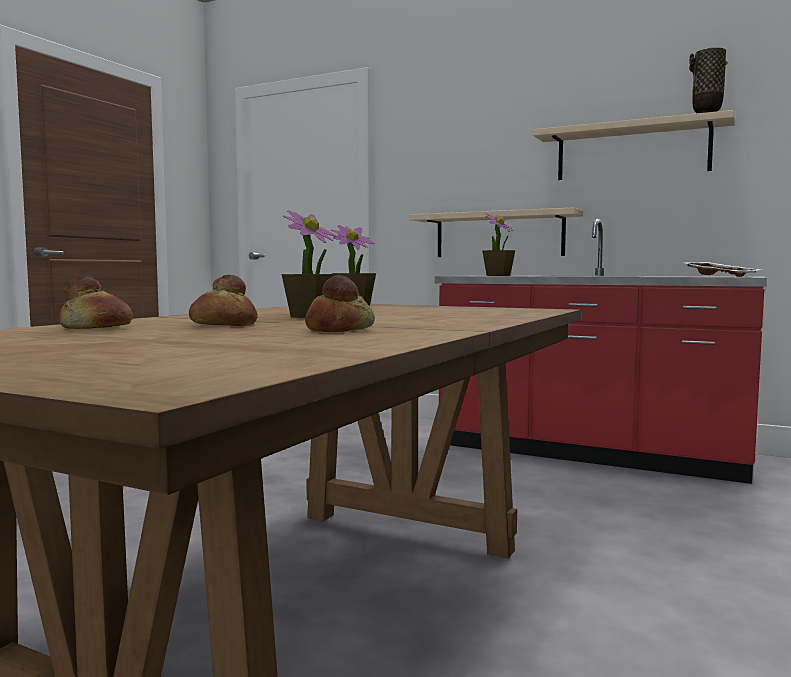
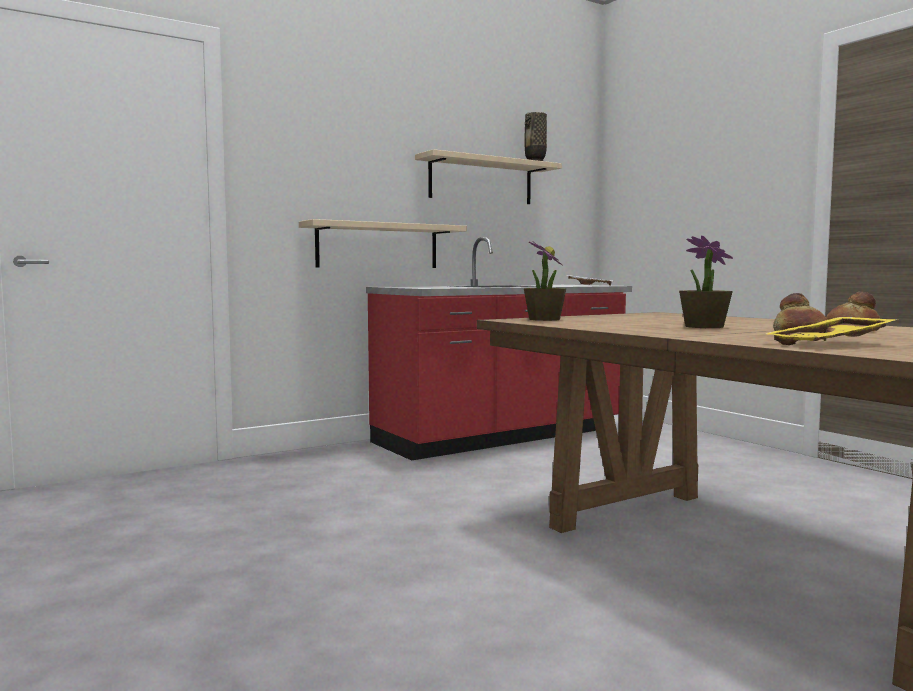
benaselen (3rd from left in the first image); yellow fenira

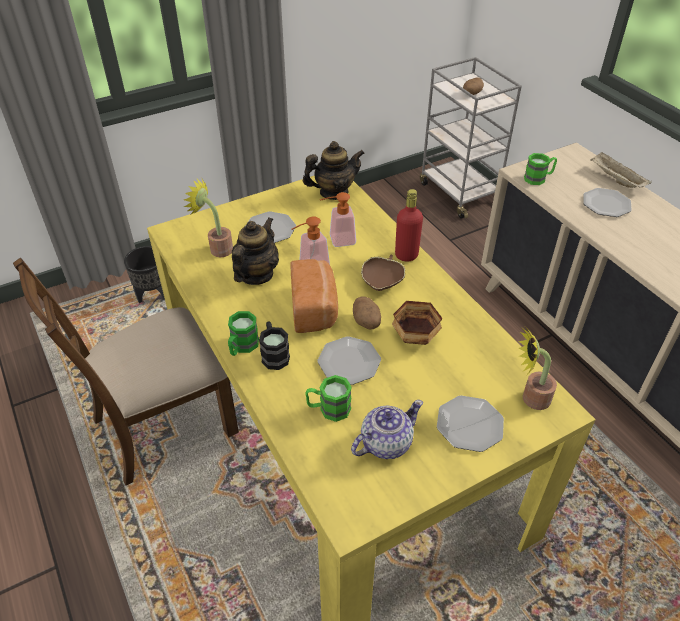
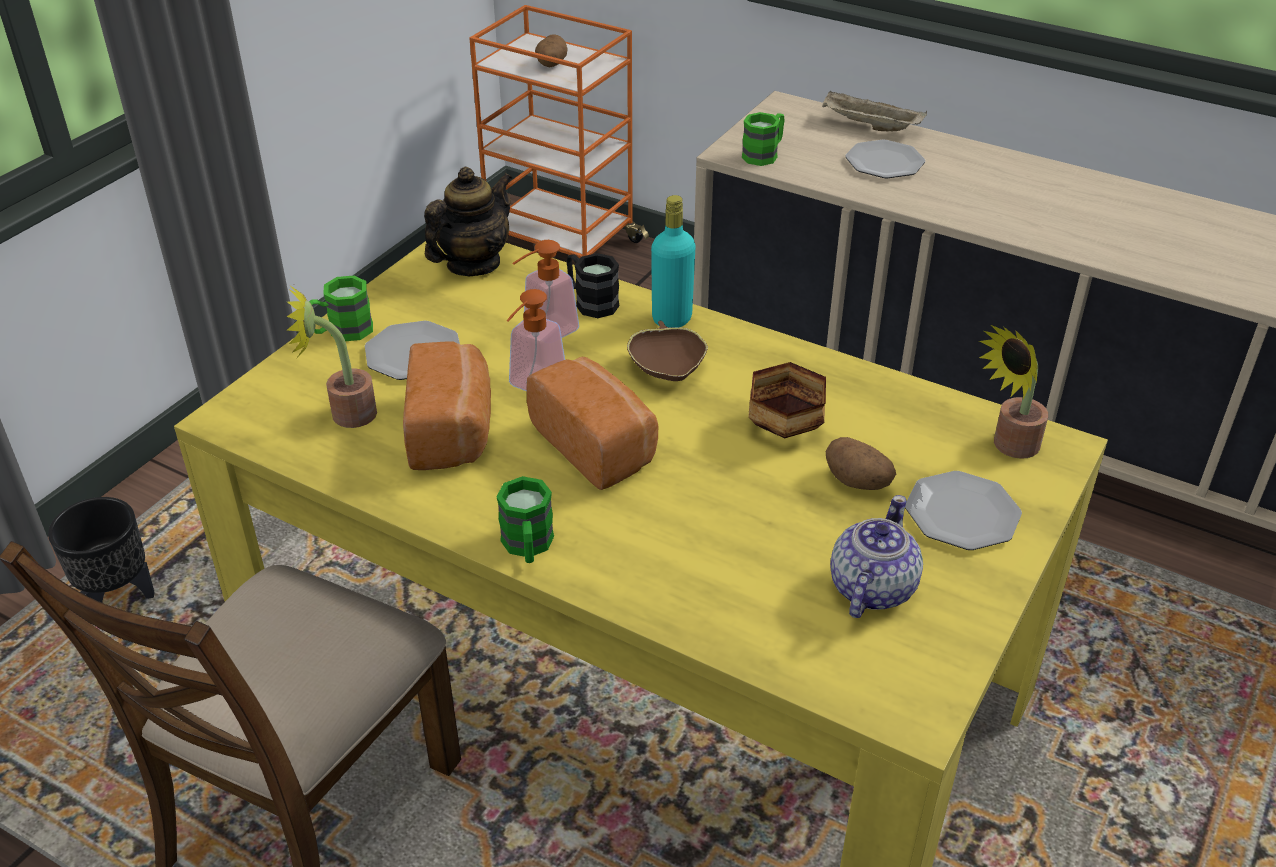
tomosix (2nd from left in the first image); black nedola; green nedola (1st from left); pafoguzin (2nd from left); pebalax (1st from left); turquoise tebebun; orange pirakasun

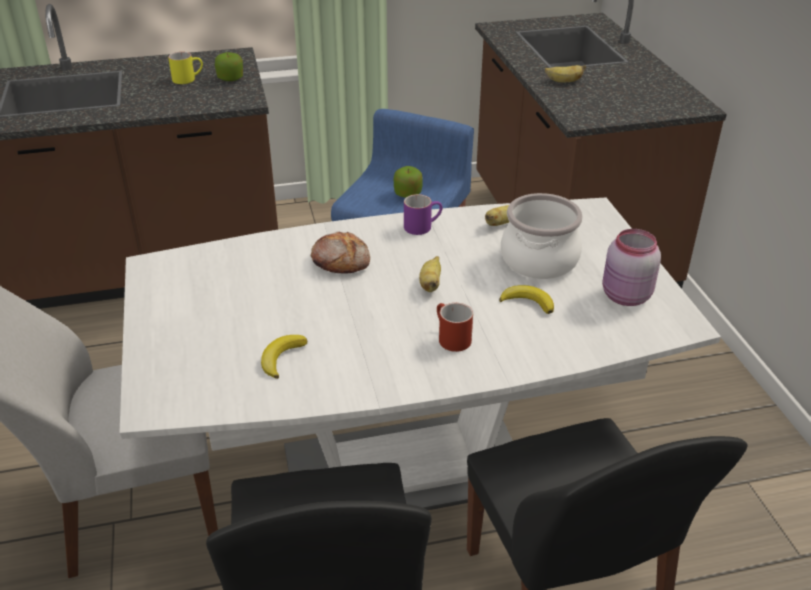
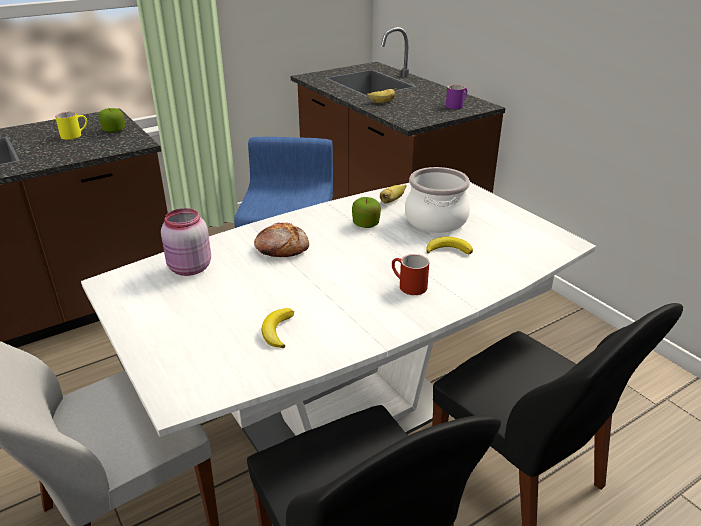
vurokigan (2nd from left in the first image); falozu (2nd from left); purple nedola; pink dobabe

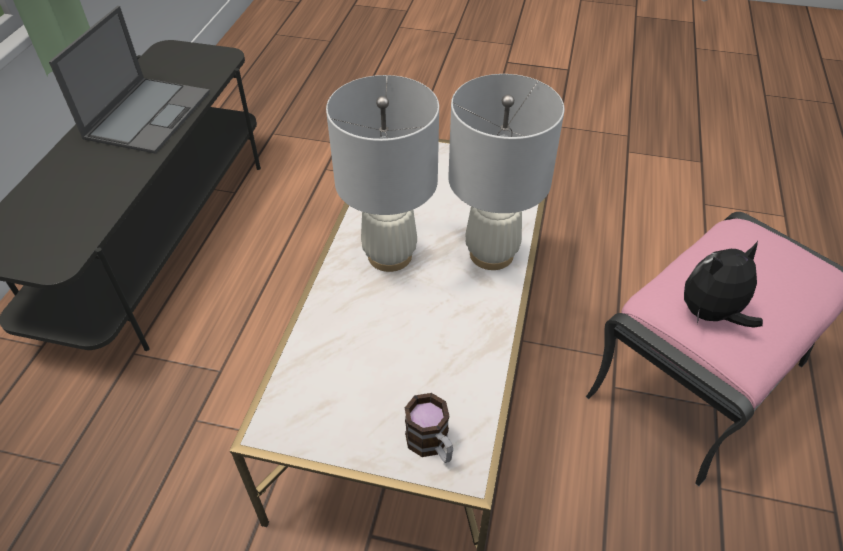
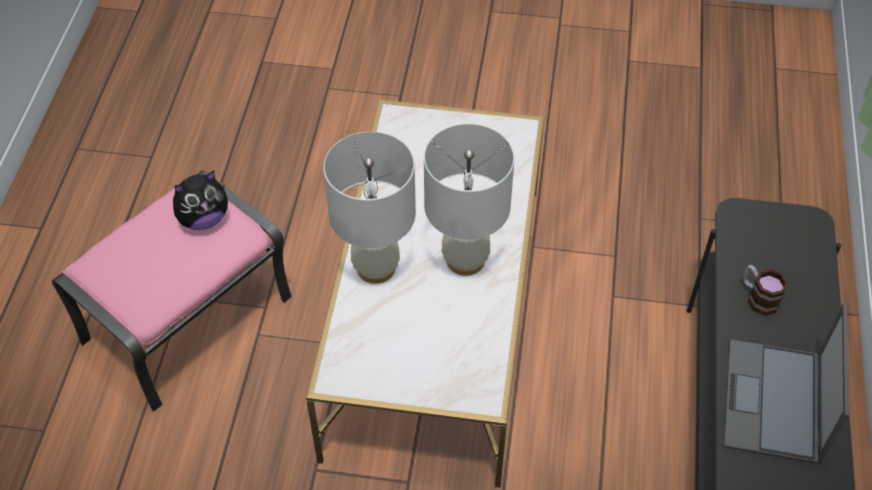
nedola

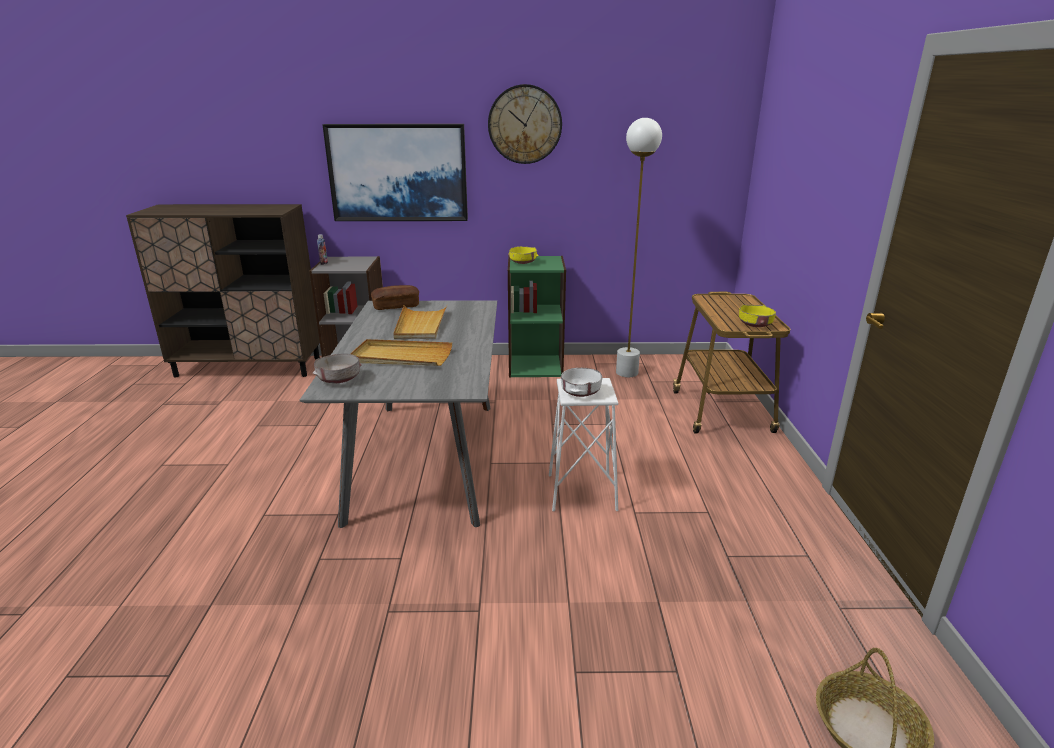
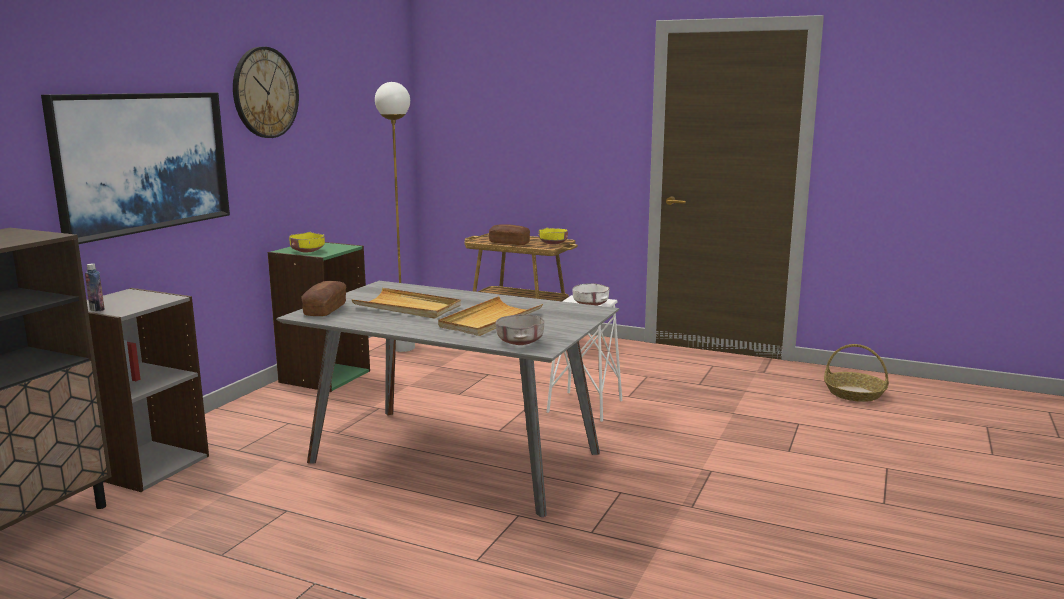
pebalax (2nd from left)

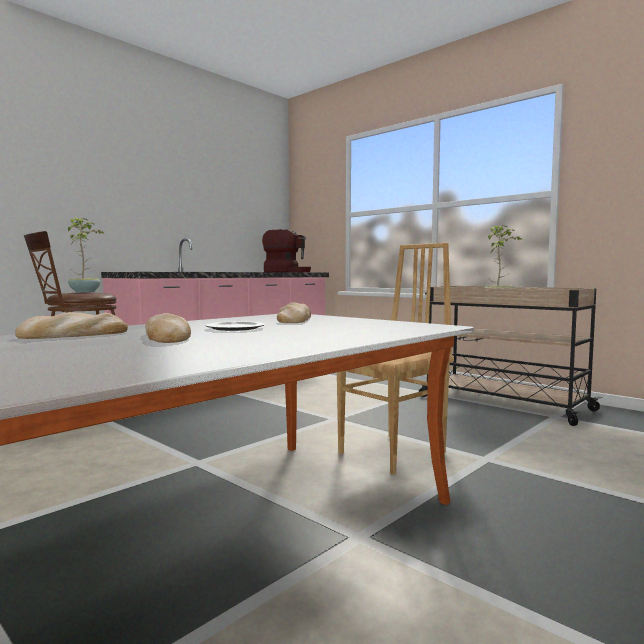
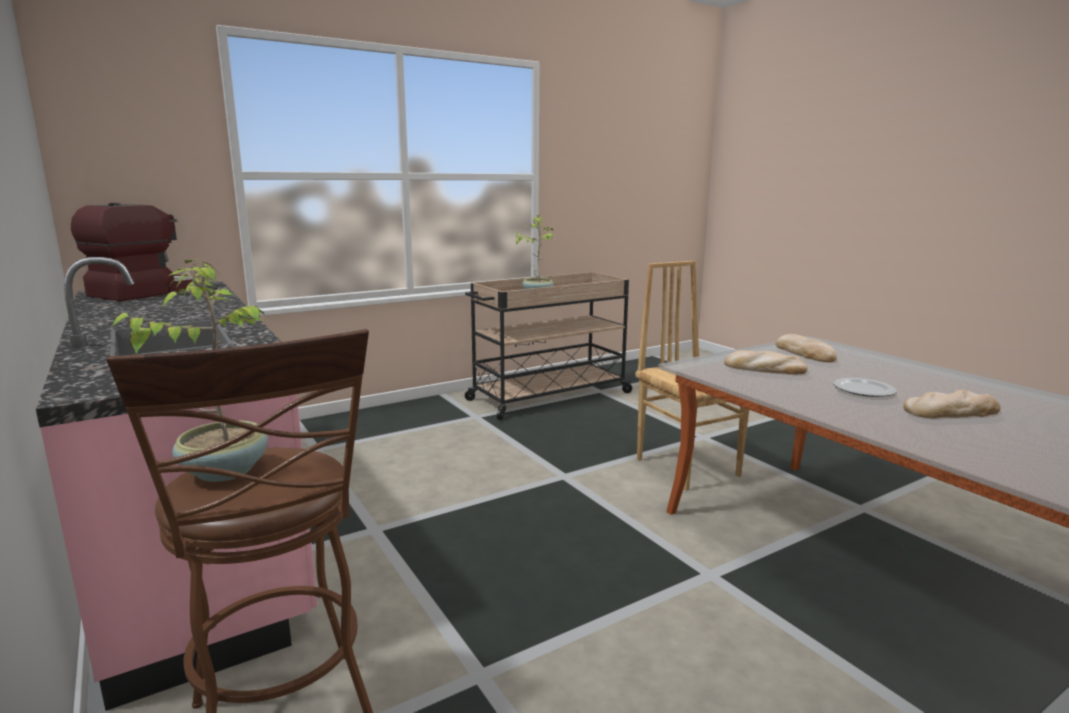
pebalax (2nd from left)

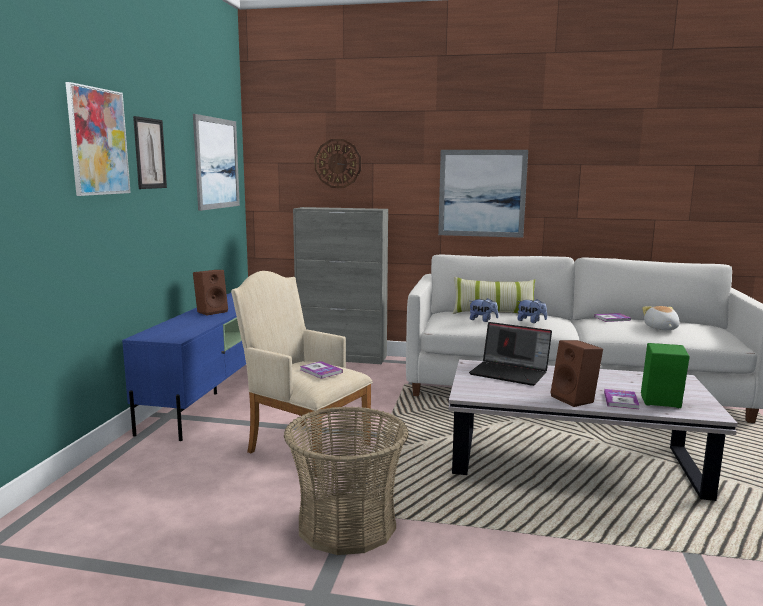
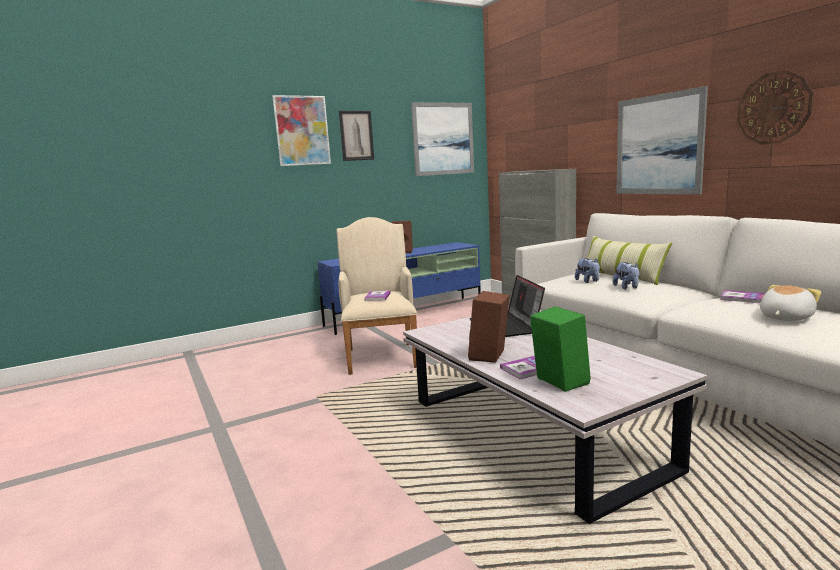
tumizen; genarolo

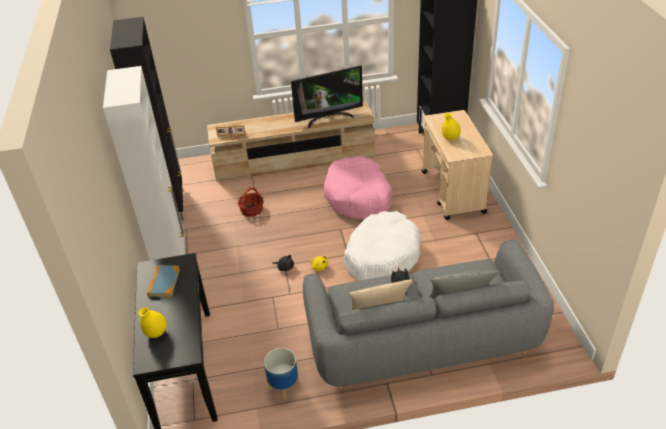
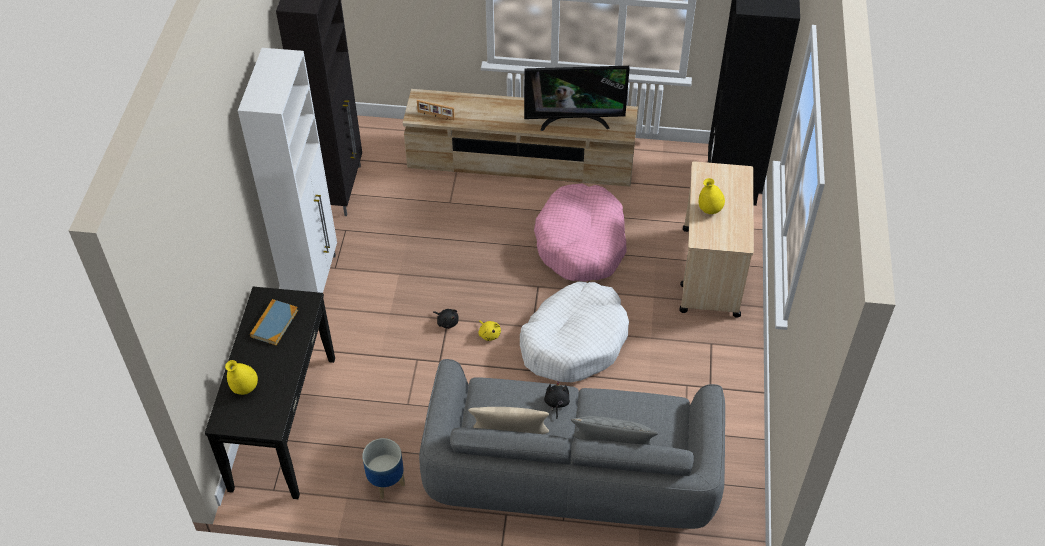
tumizen

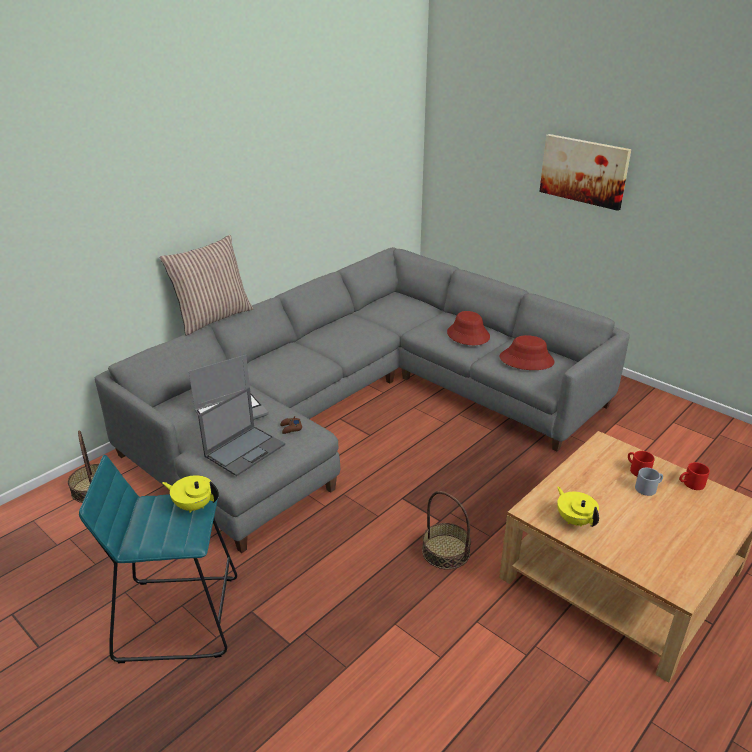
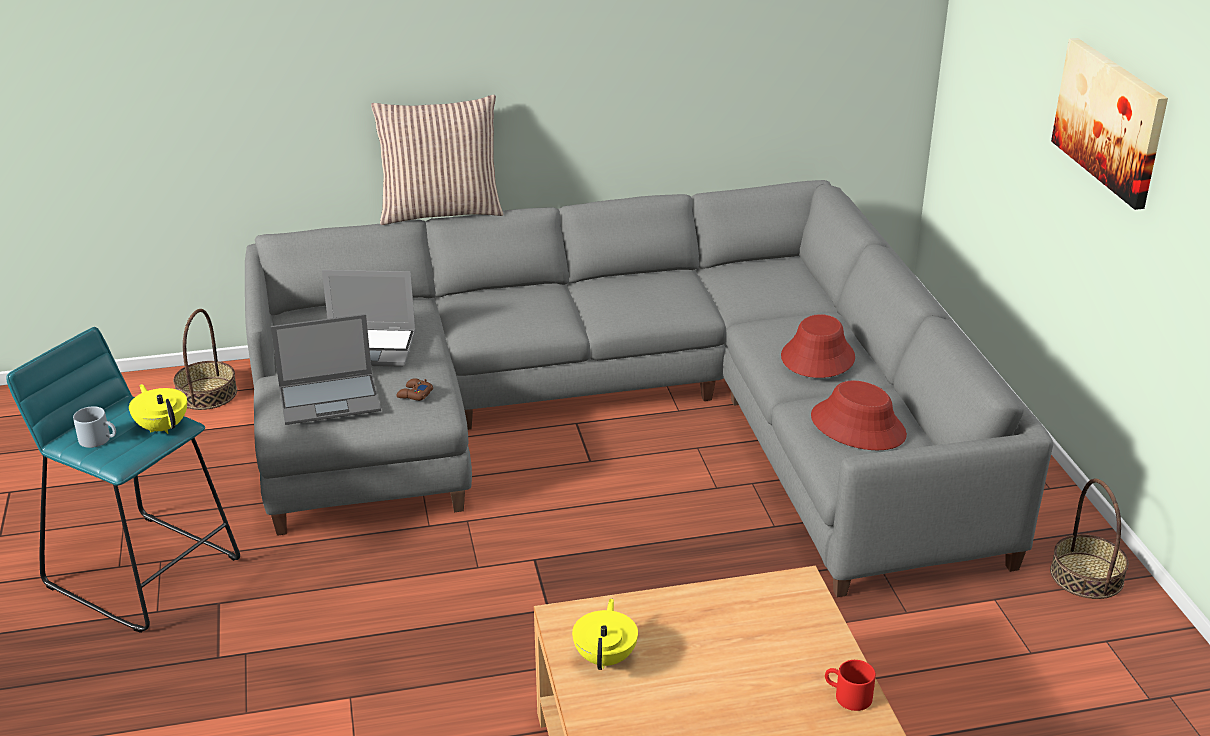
red nedola (1st from left in the first image); tumizen (2nd from left); grey nedola

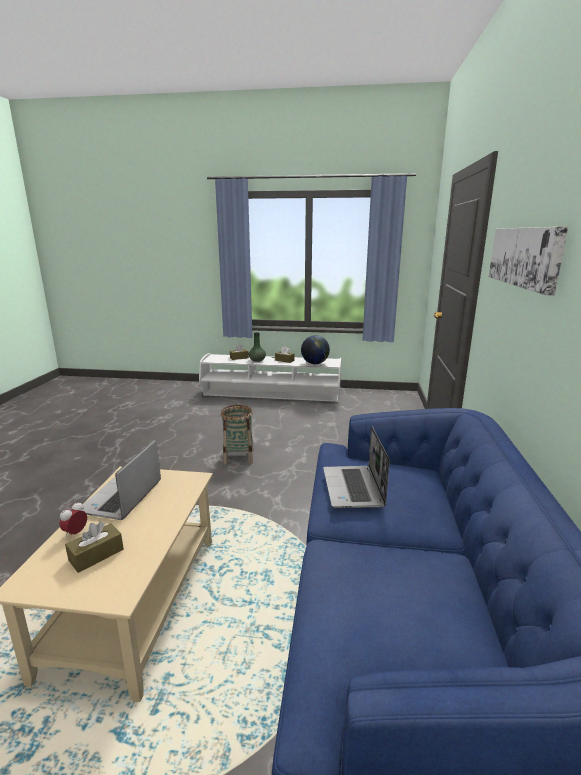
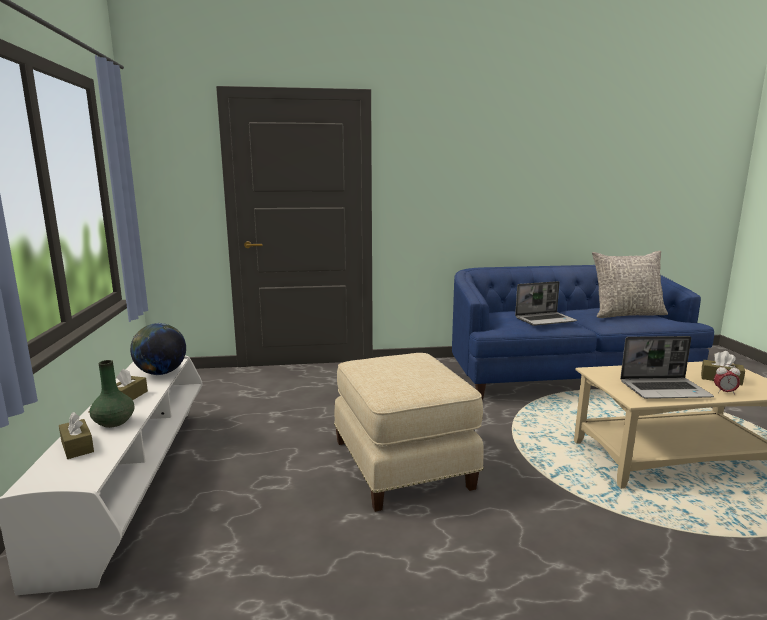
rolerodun; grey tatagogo; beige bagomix

